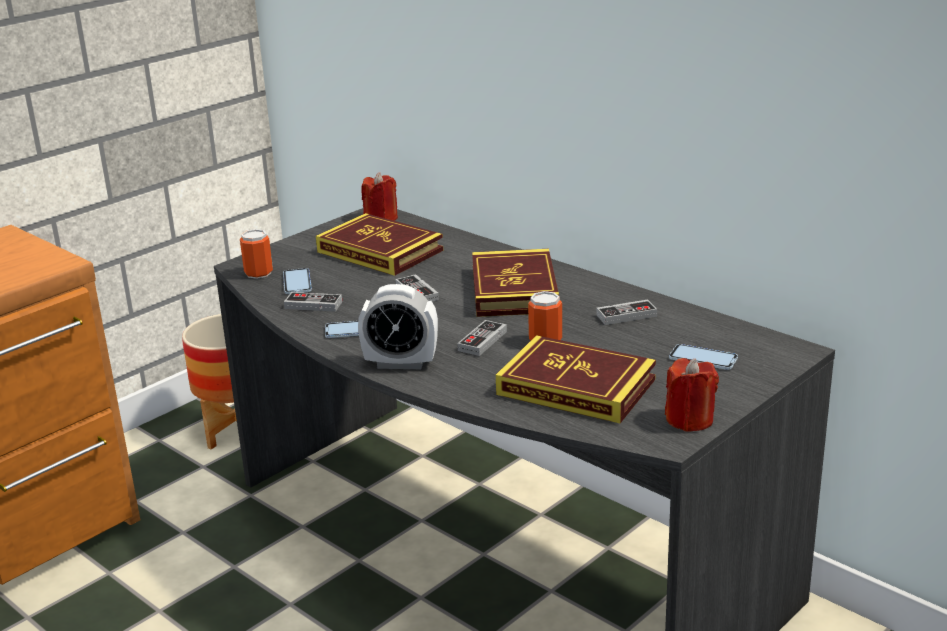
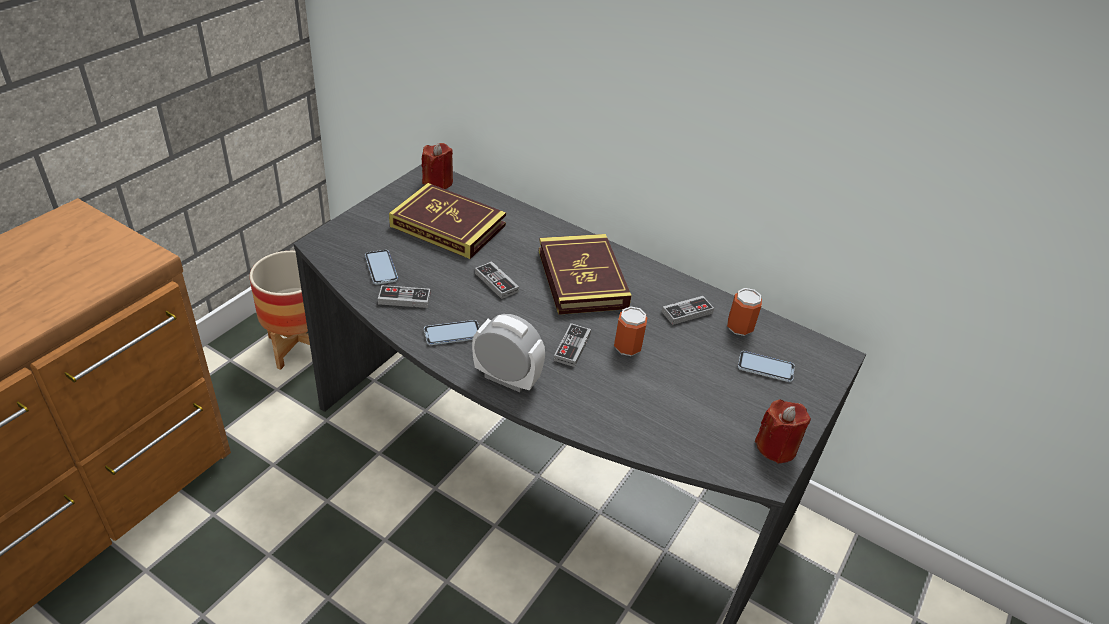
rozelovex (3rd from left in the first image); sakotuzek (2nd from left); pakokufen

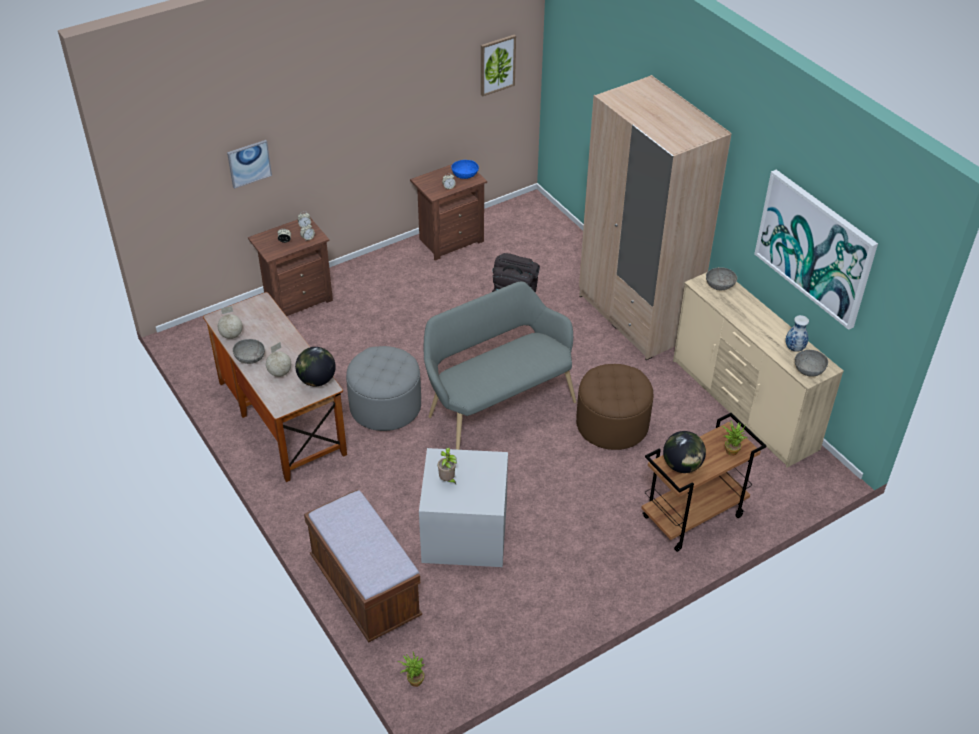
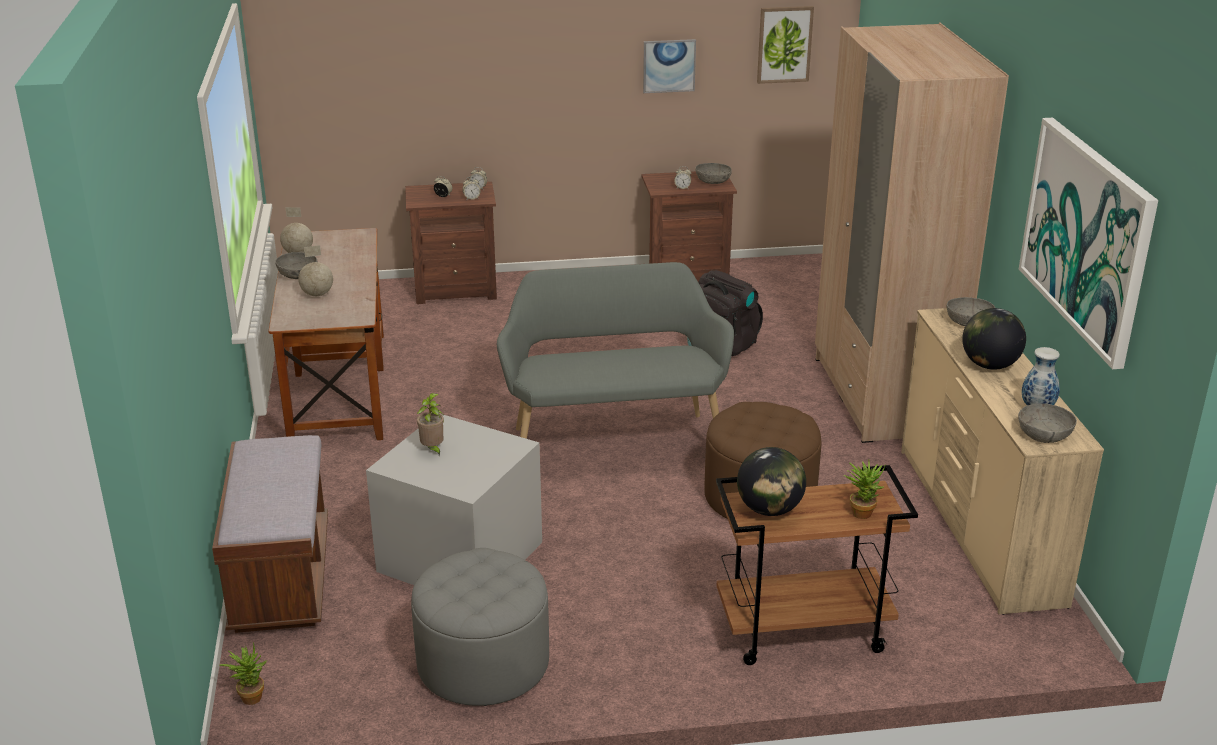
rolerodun (1st from left); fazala (4th from left); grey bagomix; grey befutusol (2nd from left)

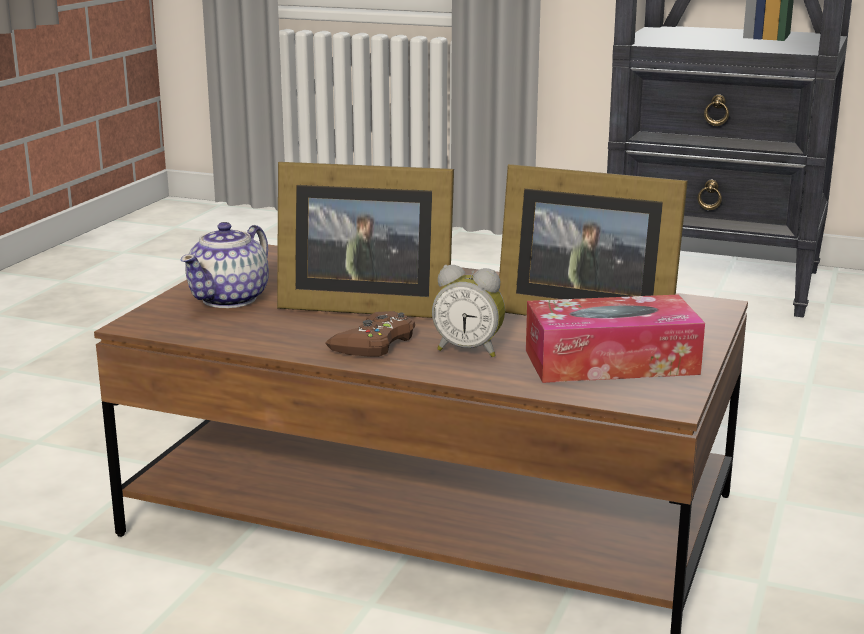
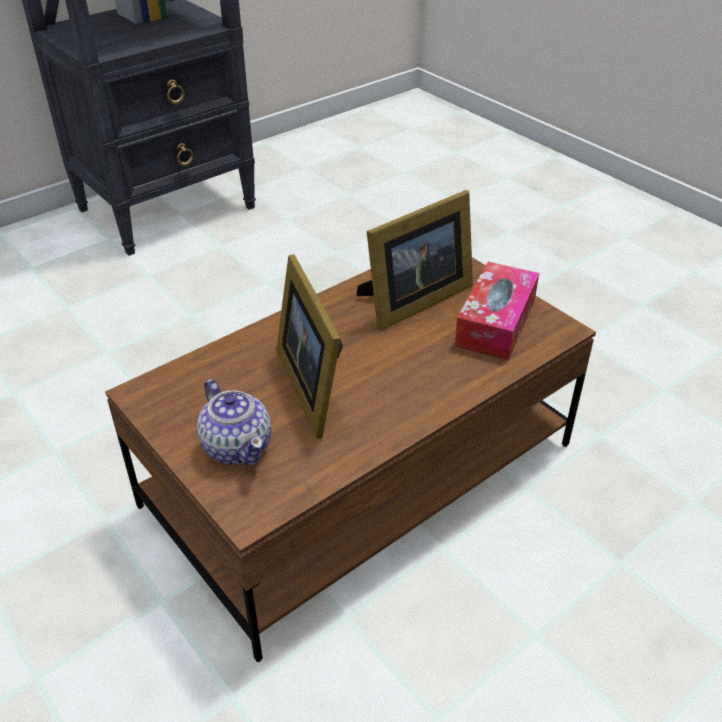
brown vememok; pakokufen; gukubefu (1st from left)

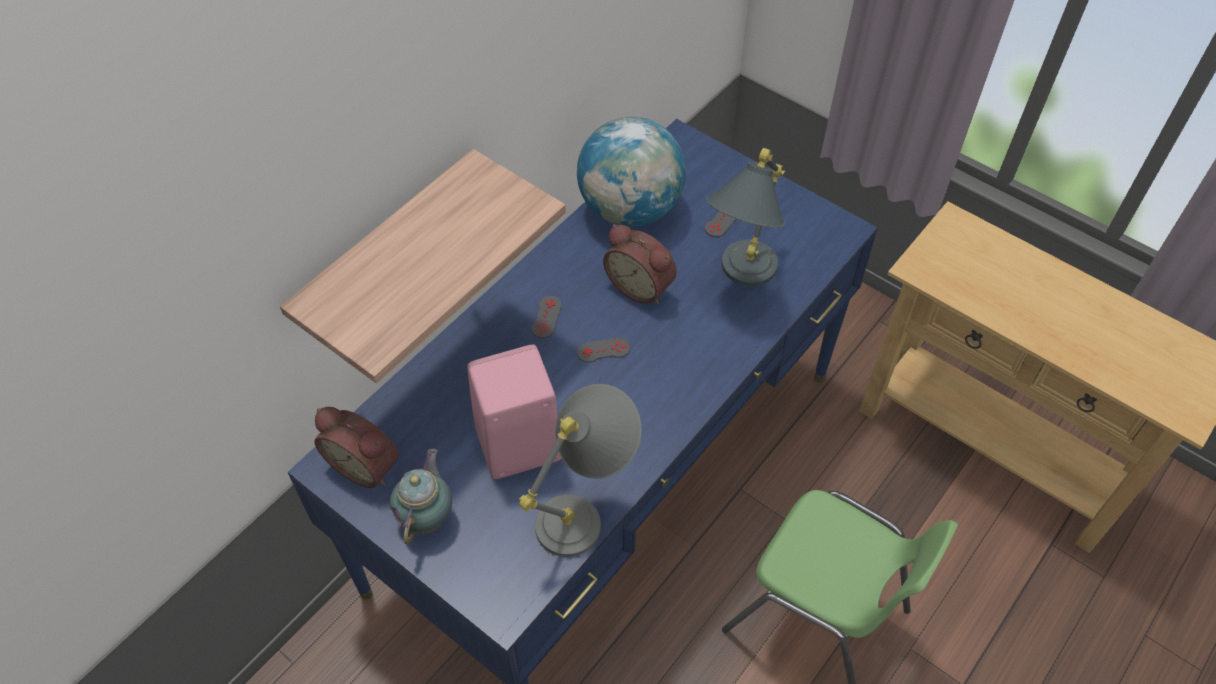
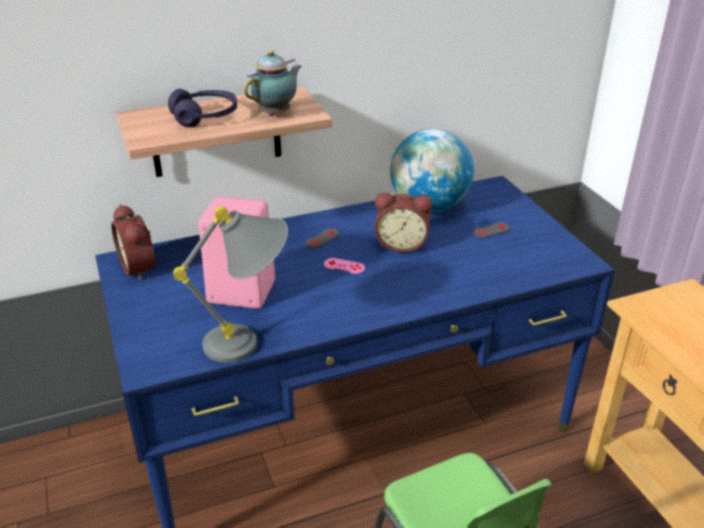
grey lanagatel (2nd from left in the first image); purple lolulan; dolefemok; pink vememok; pakokufen (2nd from left)

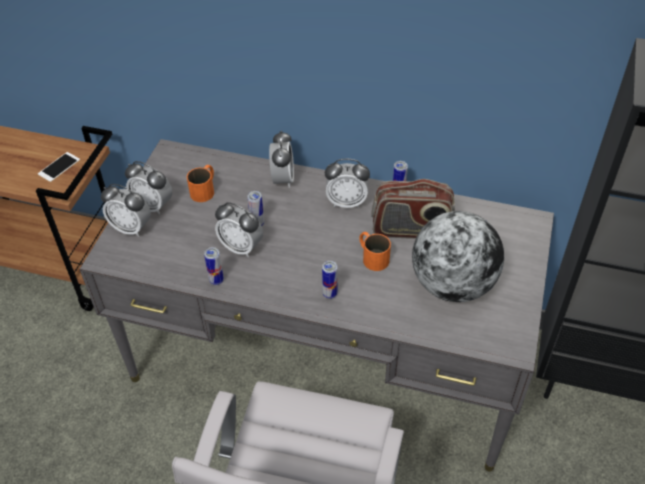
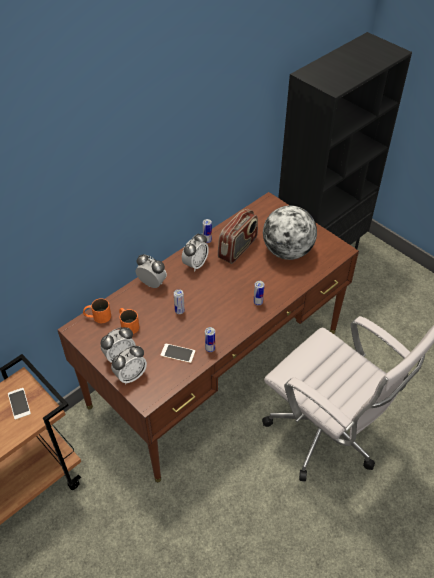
pakokufen (3rd from left in the first image); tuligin (2nd from left); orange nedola (1st from left); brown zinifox

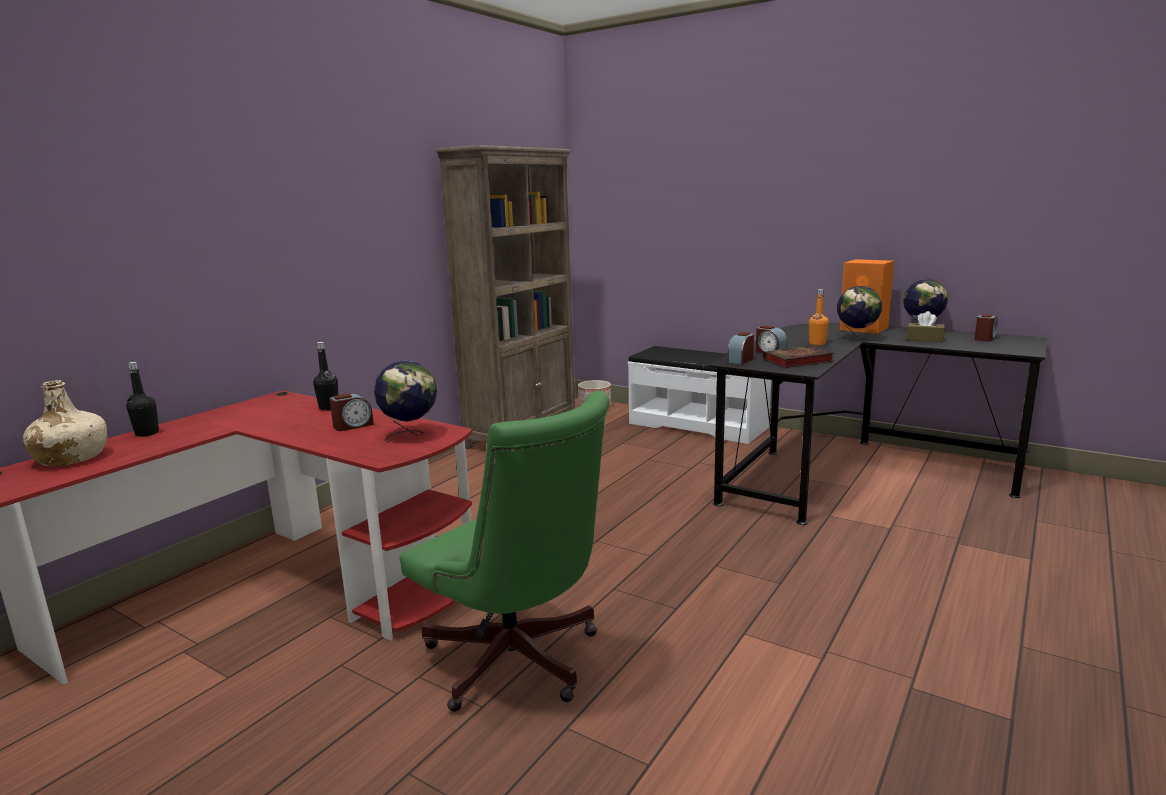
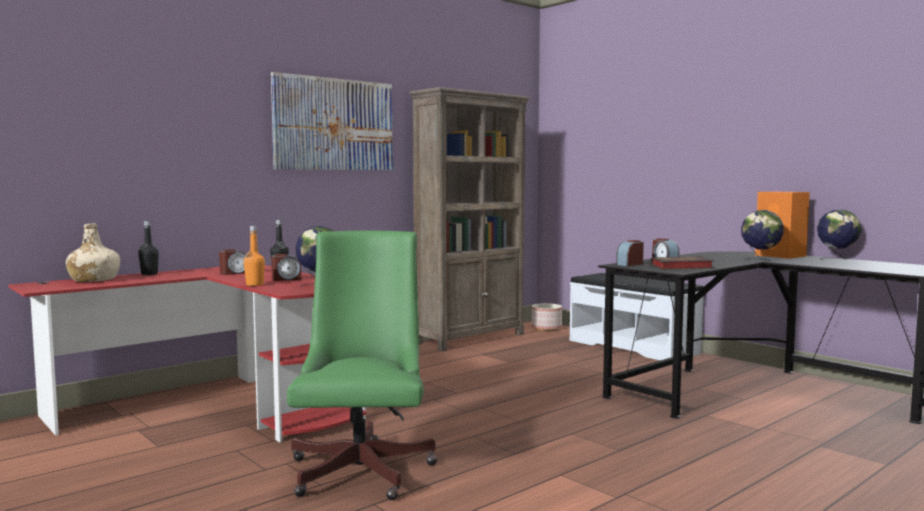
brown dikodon; rolerodun; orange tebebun; pakokufen (1st from left); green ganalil

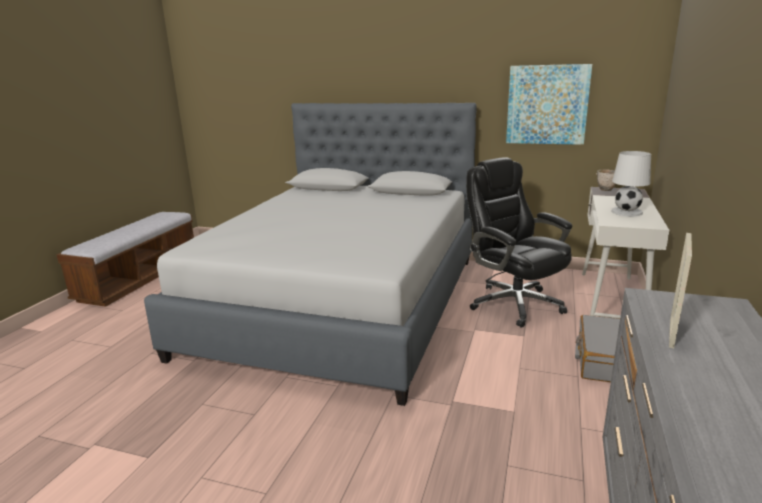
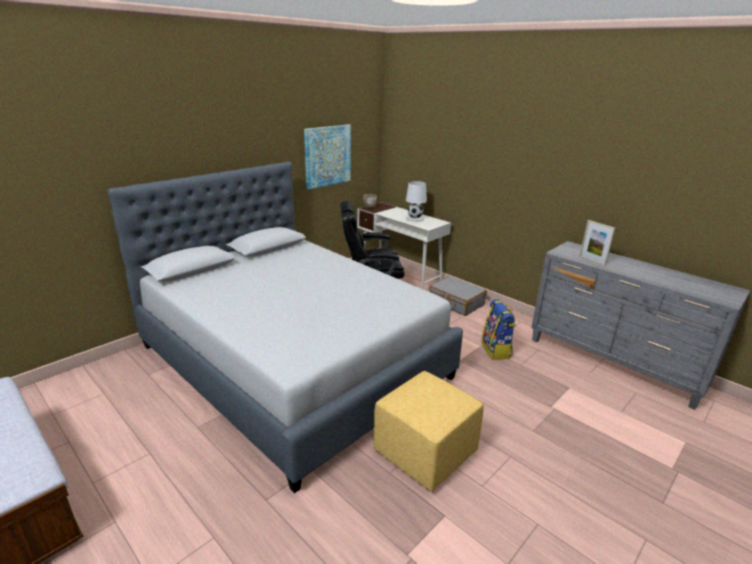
yellow bagomix; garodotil

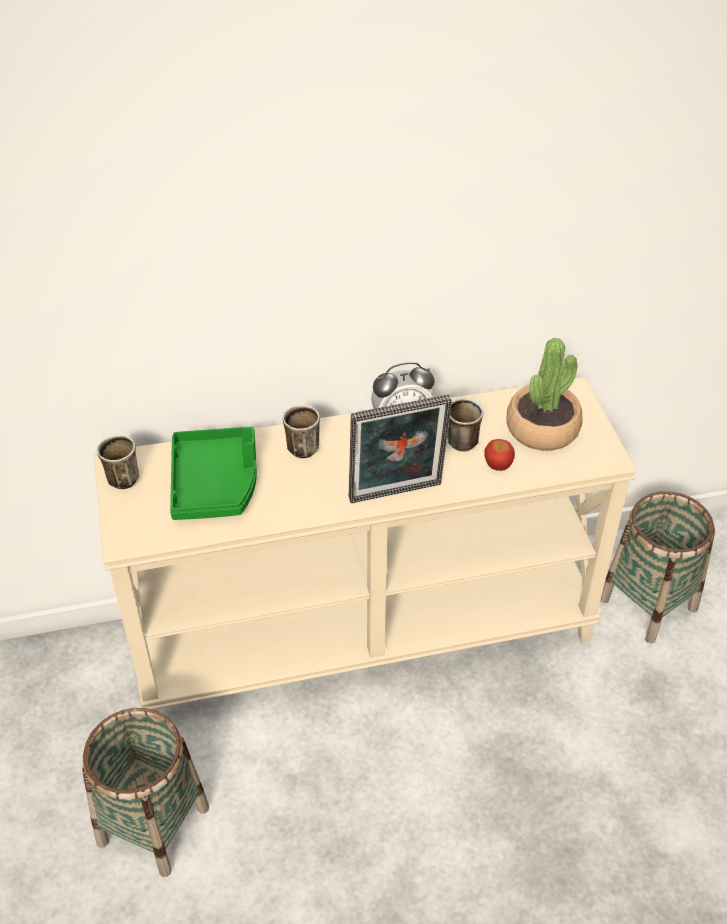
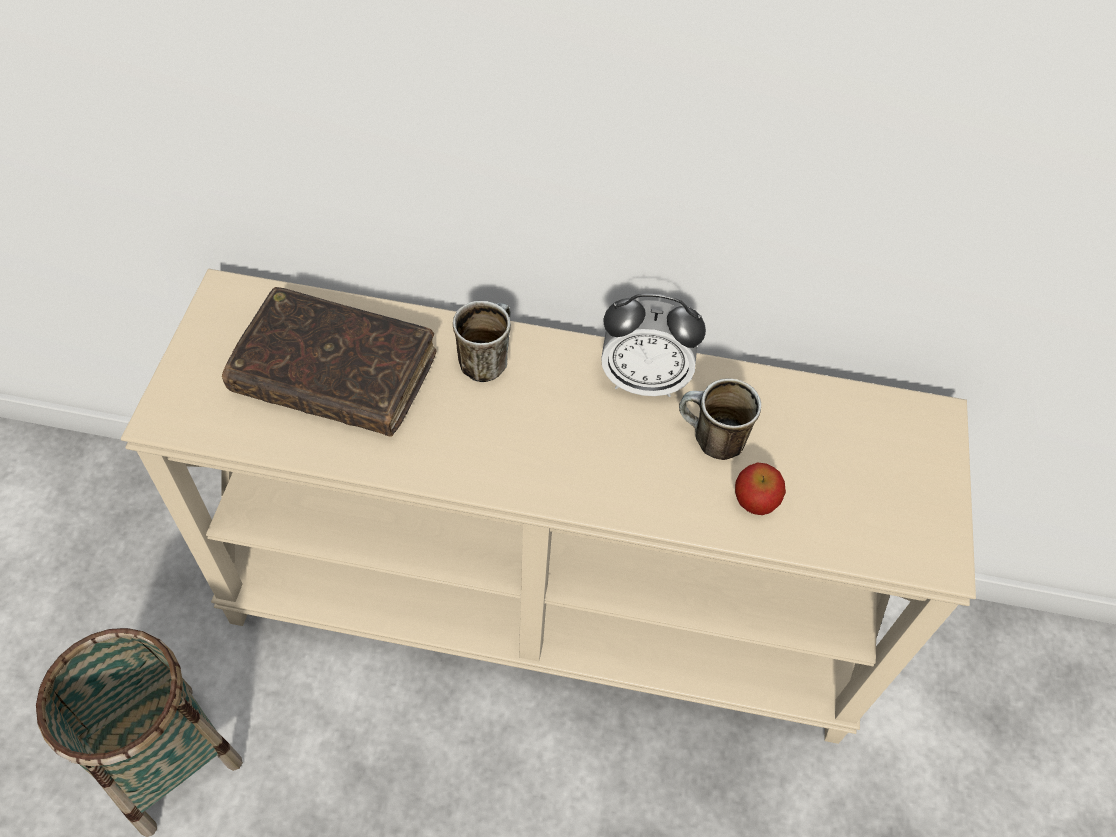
nedola (1st from left in the first image); gukubefu; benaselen; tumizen (2nd from left in the first image); brown rozelovex

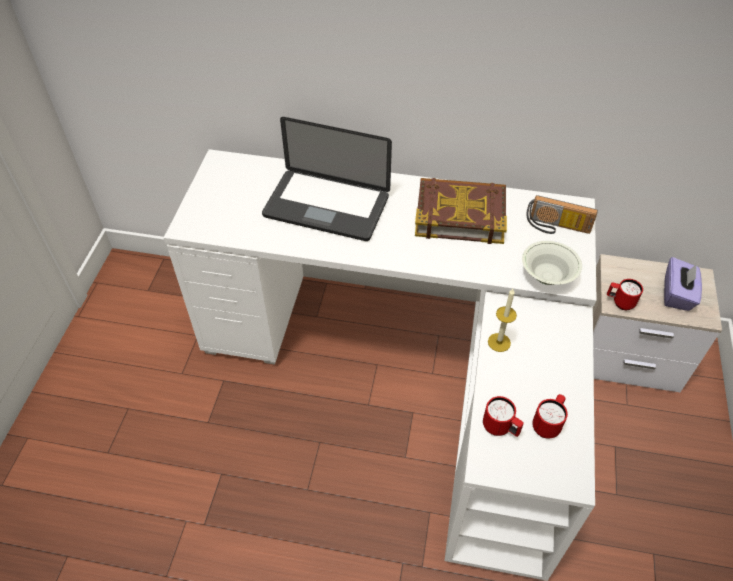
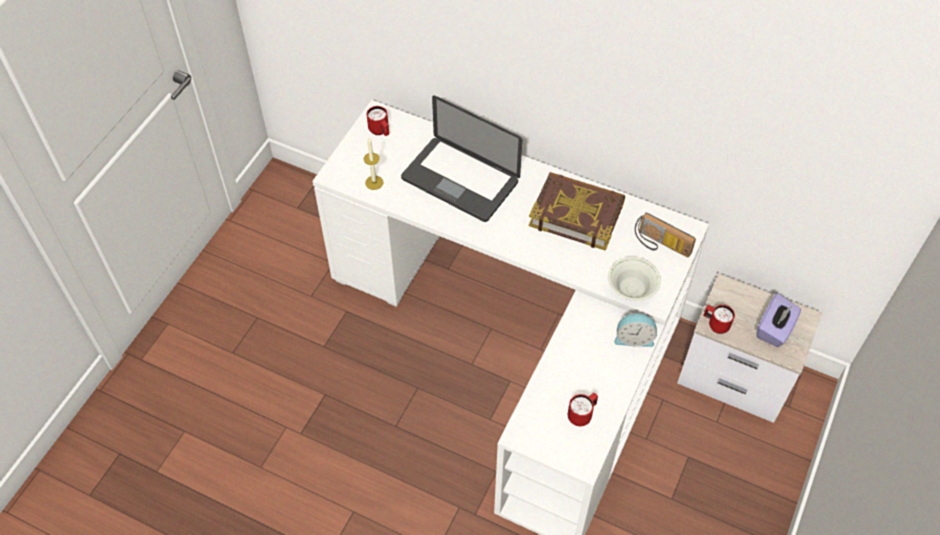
pakokufen; red nedola (1st from left); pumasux

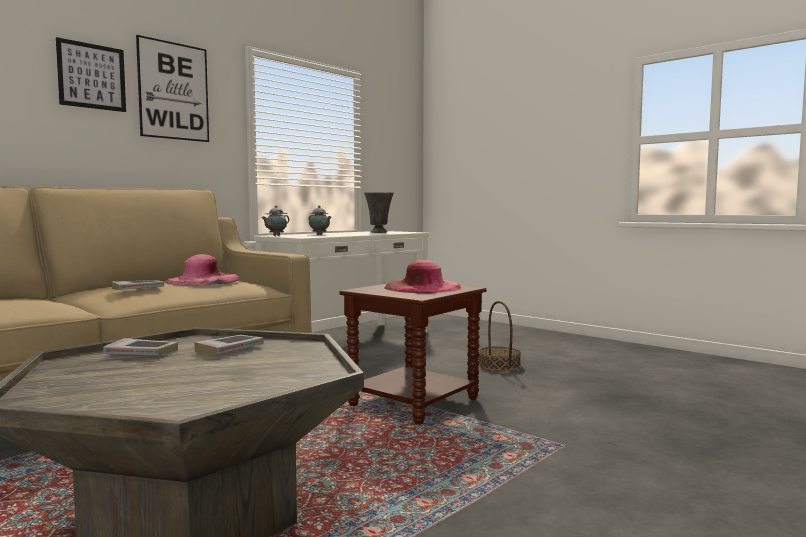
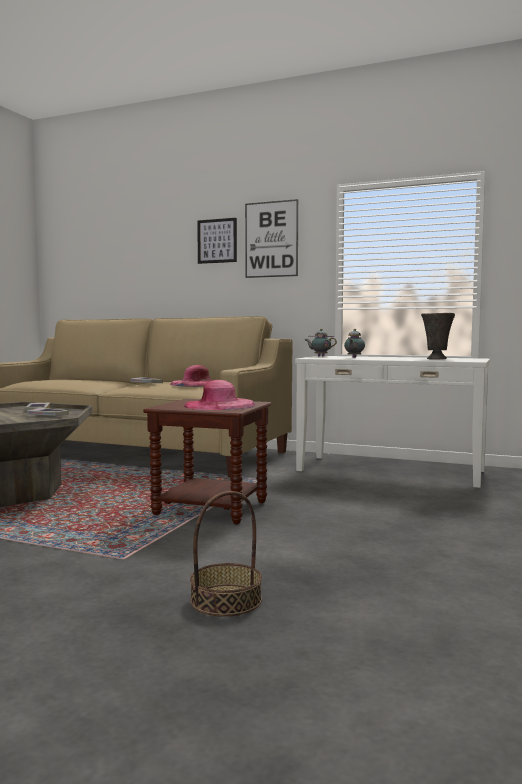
tumizen

